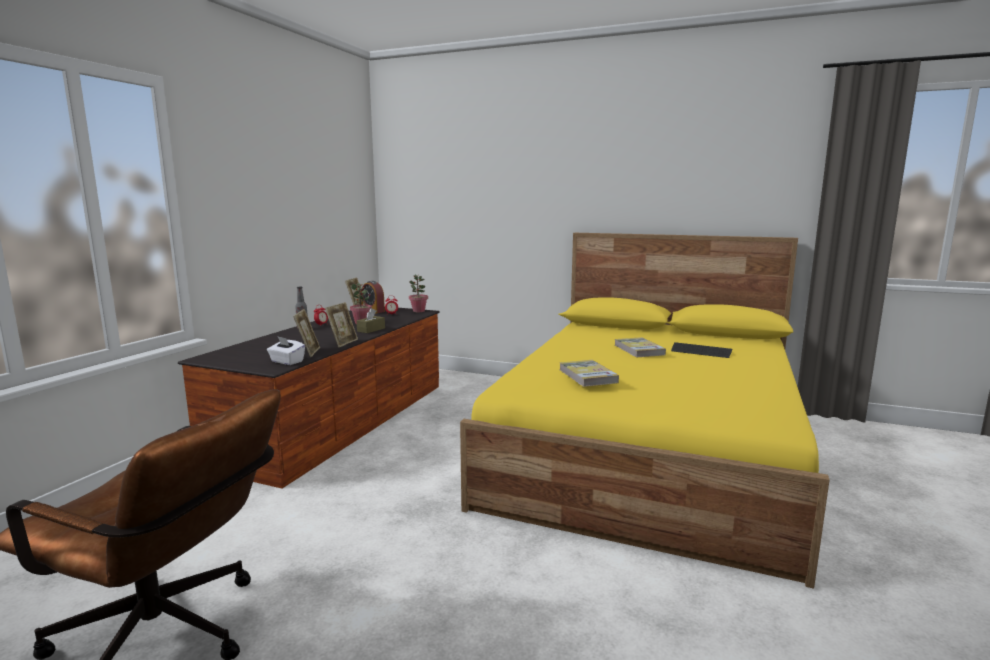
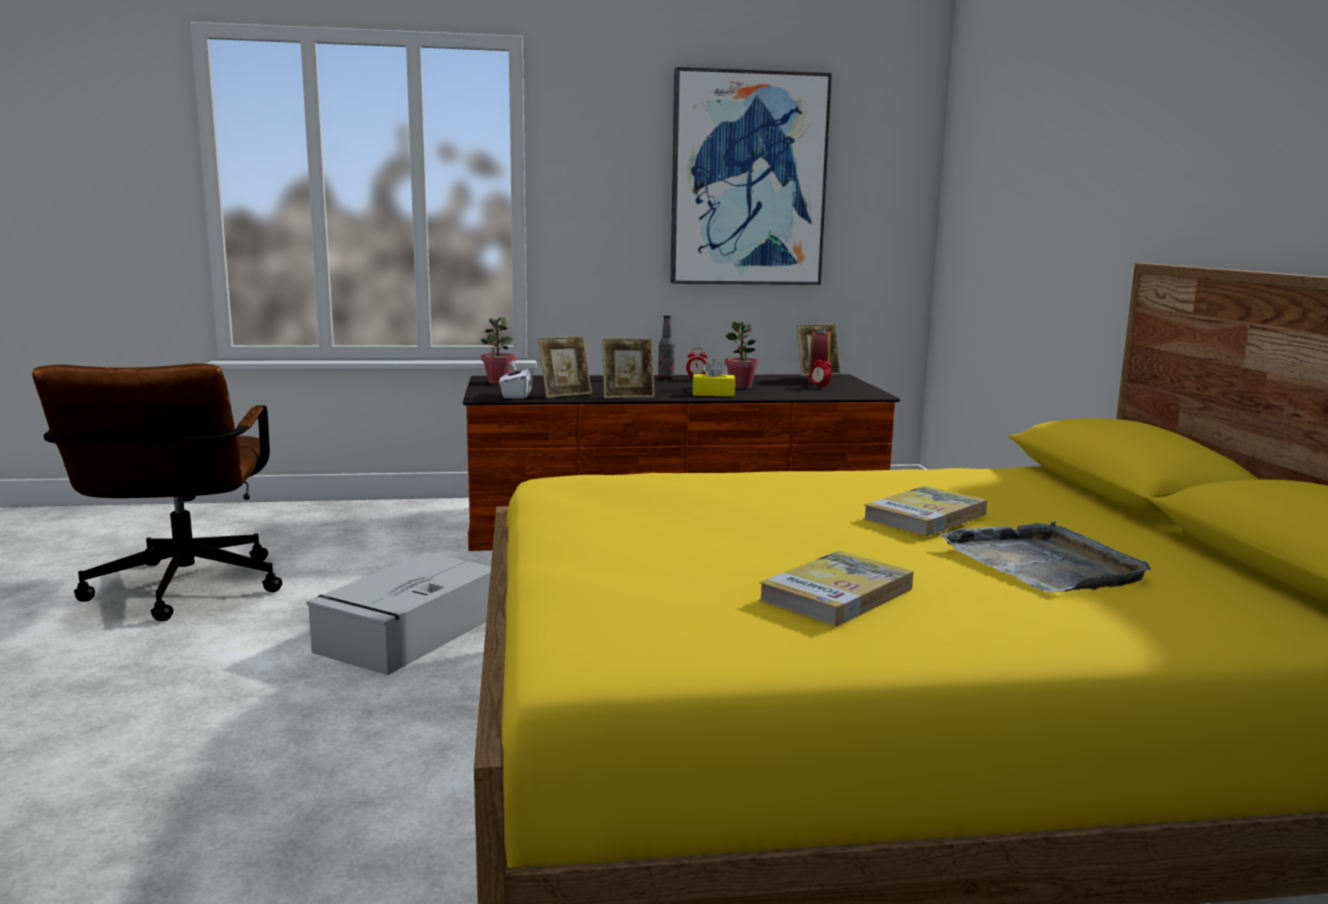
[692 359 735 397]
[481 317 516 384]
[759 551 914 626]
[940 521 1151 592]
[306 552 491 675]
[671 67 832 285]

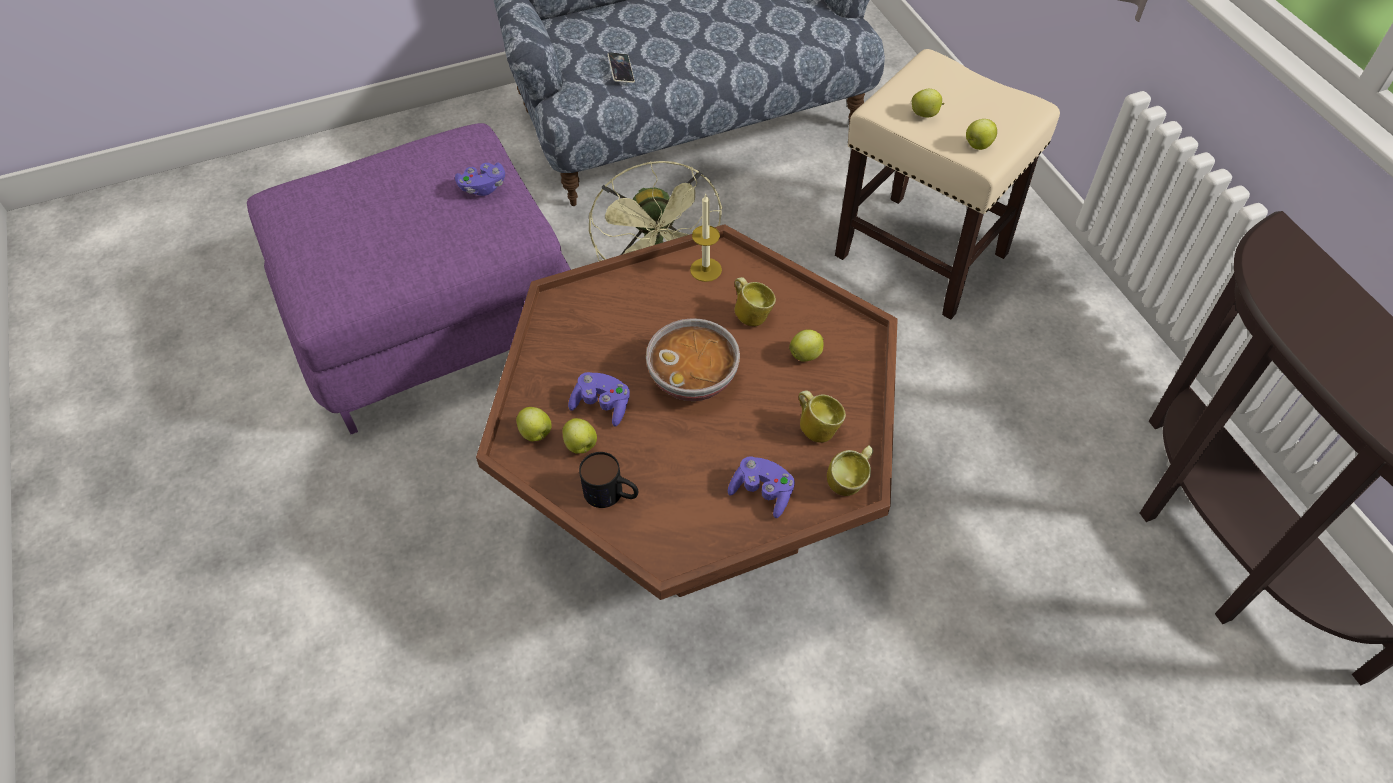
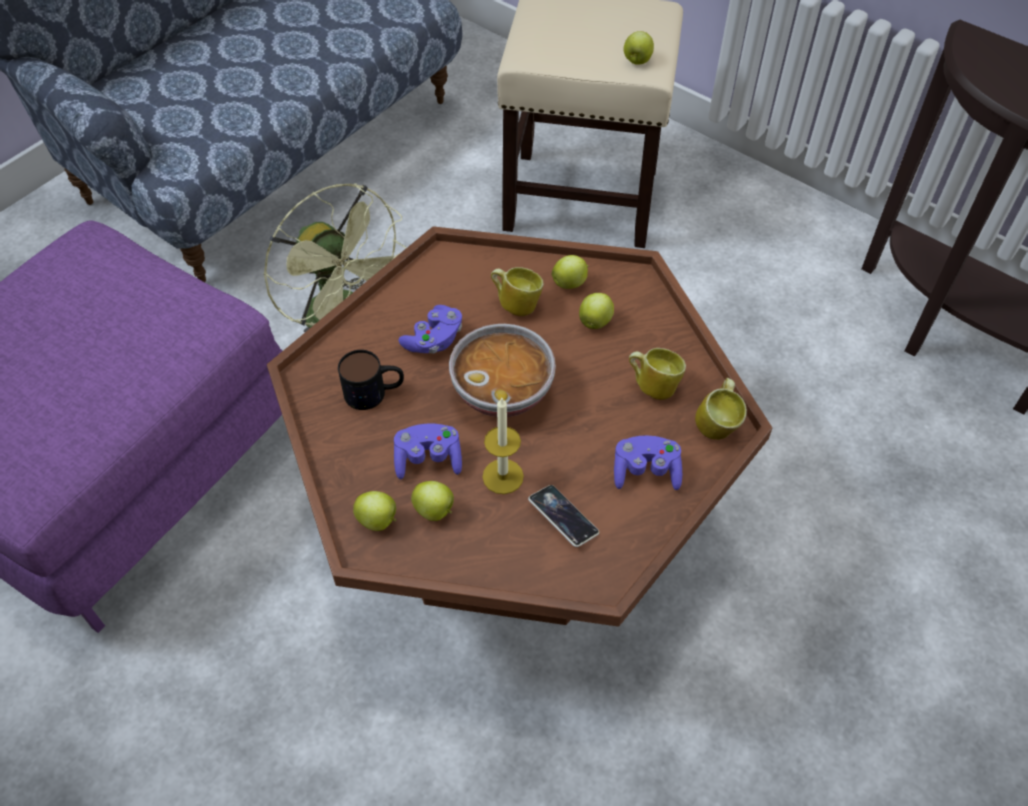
[398 305 462 354]
[338 350 404 410]
[528 485 599 547]
[482 398 524 494]
[552 255 588 289]

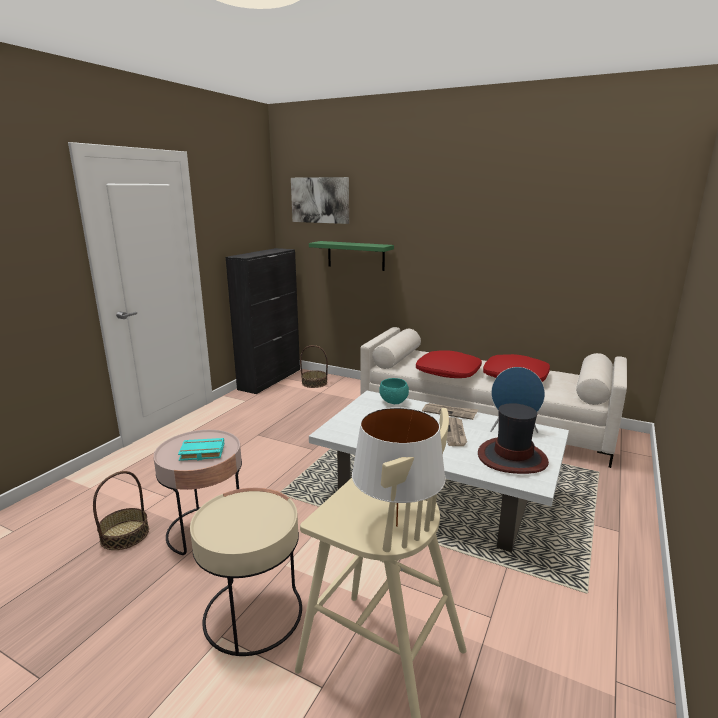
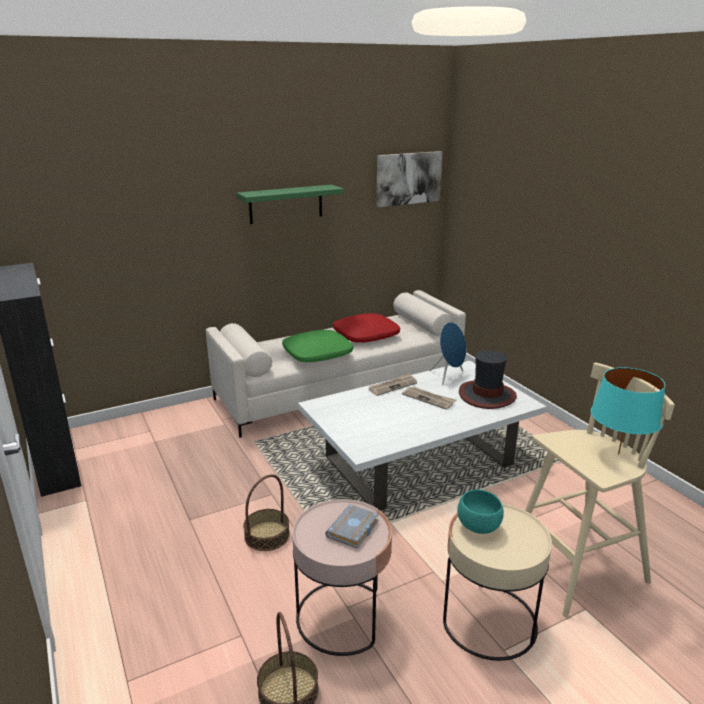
[325 504 379 549]
[376 151 442 207]
[243 474 290 551]
[236 185 344 224]
[591 367 665 455]
[457 489 504 534]
[282 330 353 362]

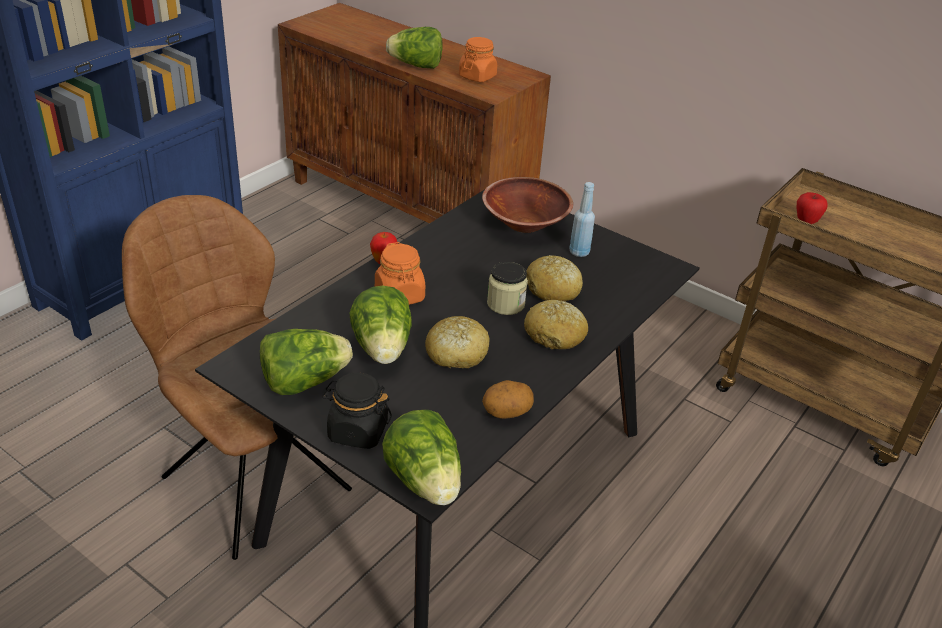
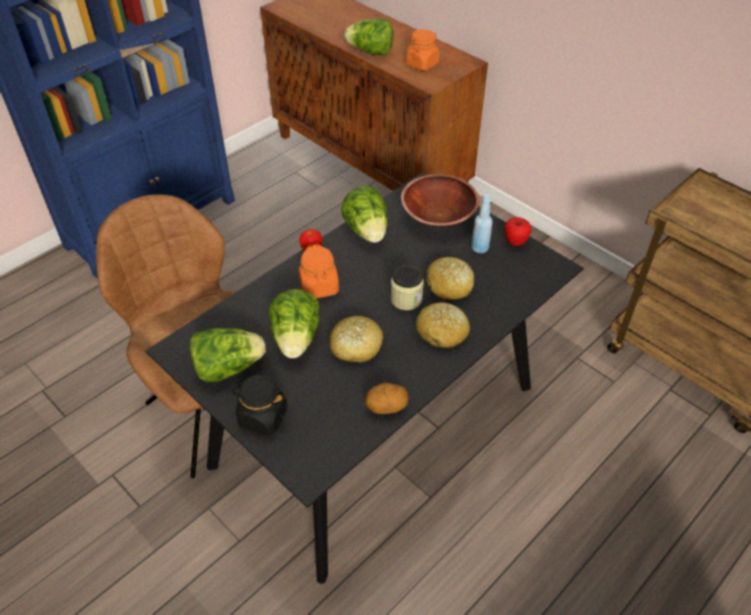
[341 186 388 243]
[504 217 532 246]

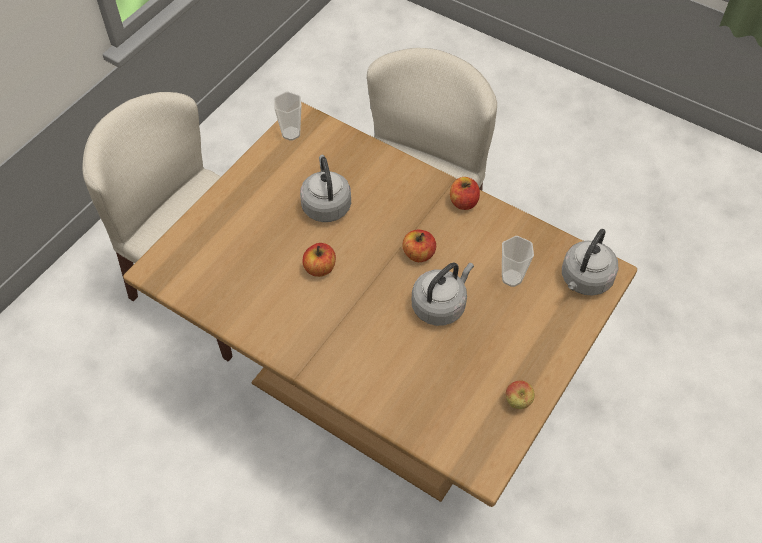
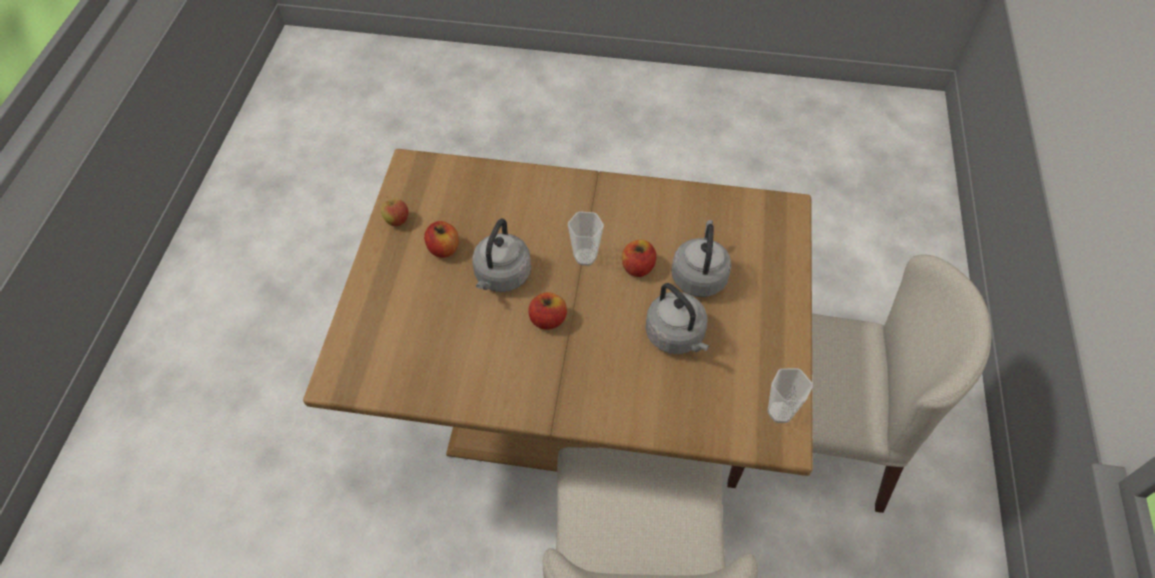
[424 221 459 258]
[568 211 604 266]
[671 220 732 297]

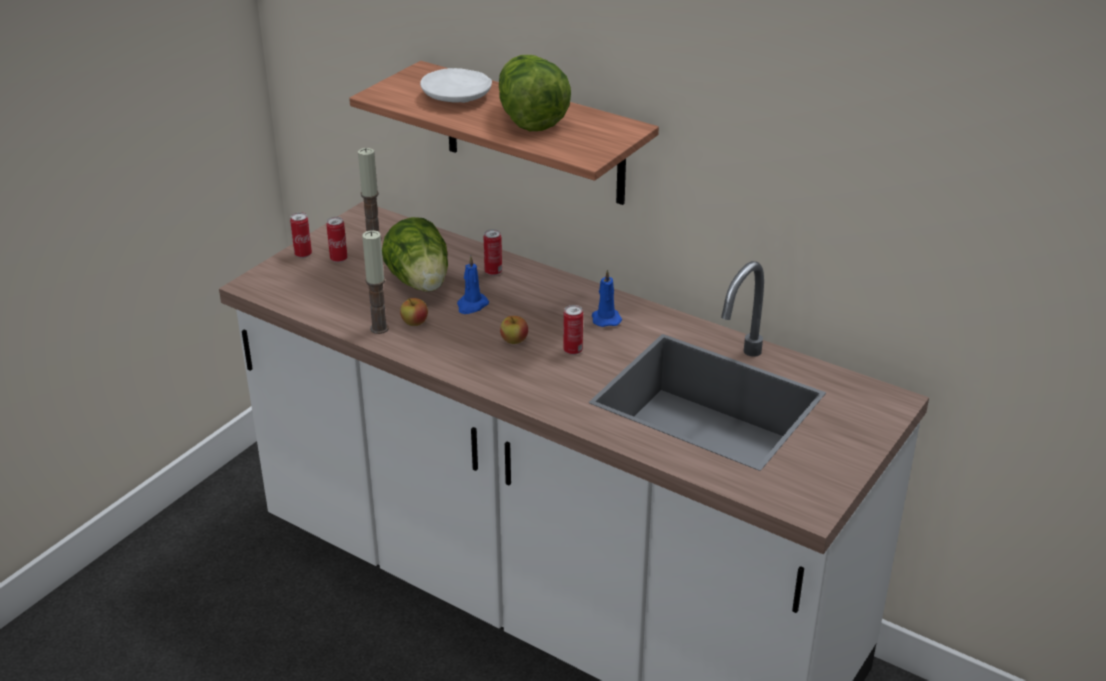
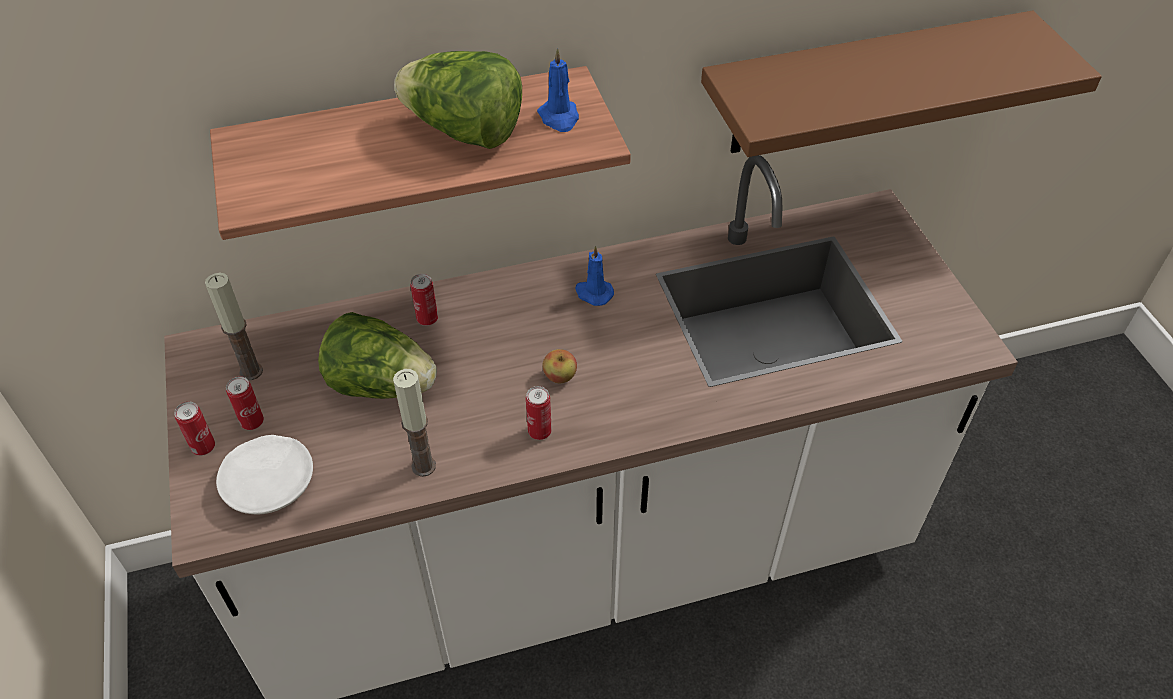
[400 298 428 326] (first image)
[216 435 313 514]
[537 48 579 132]
[526 386 552 440]
[701 11 1102 157]

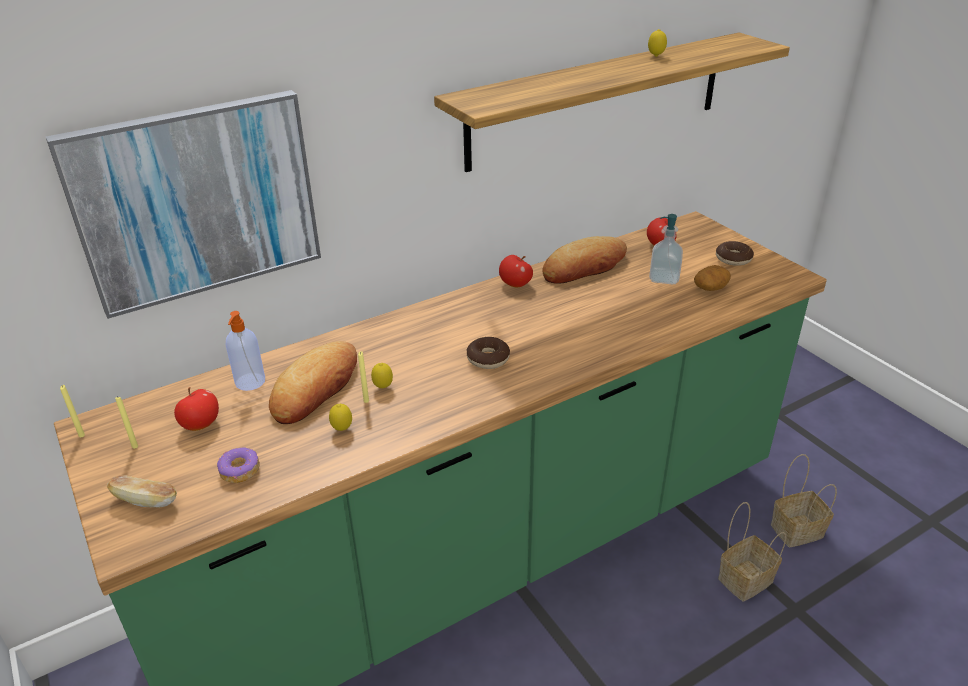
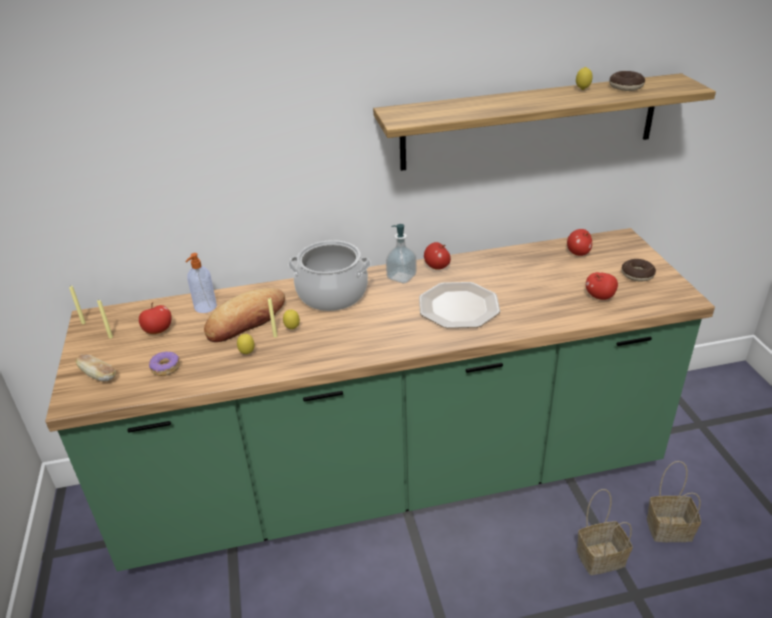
[46 90 321 319] (first image)
[609 71 645 91]
[542 236 627 284] (first image)
[386 224 417 284]
[586 272 618 300]
[288 240 371 311]
[419 282 500 328]

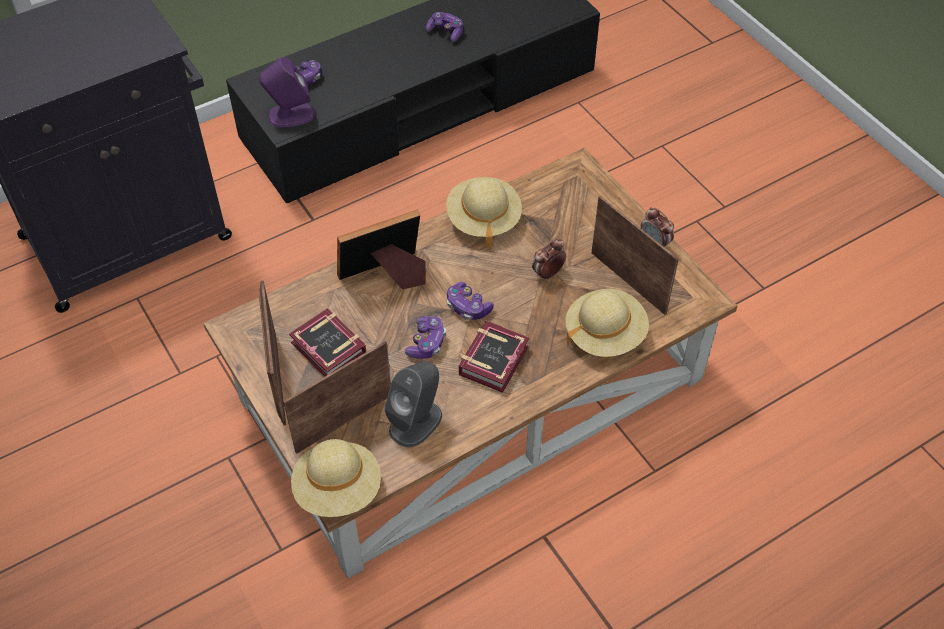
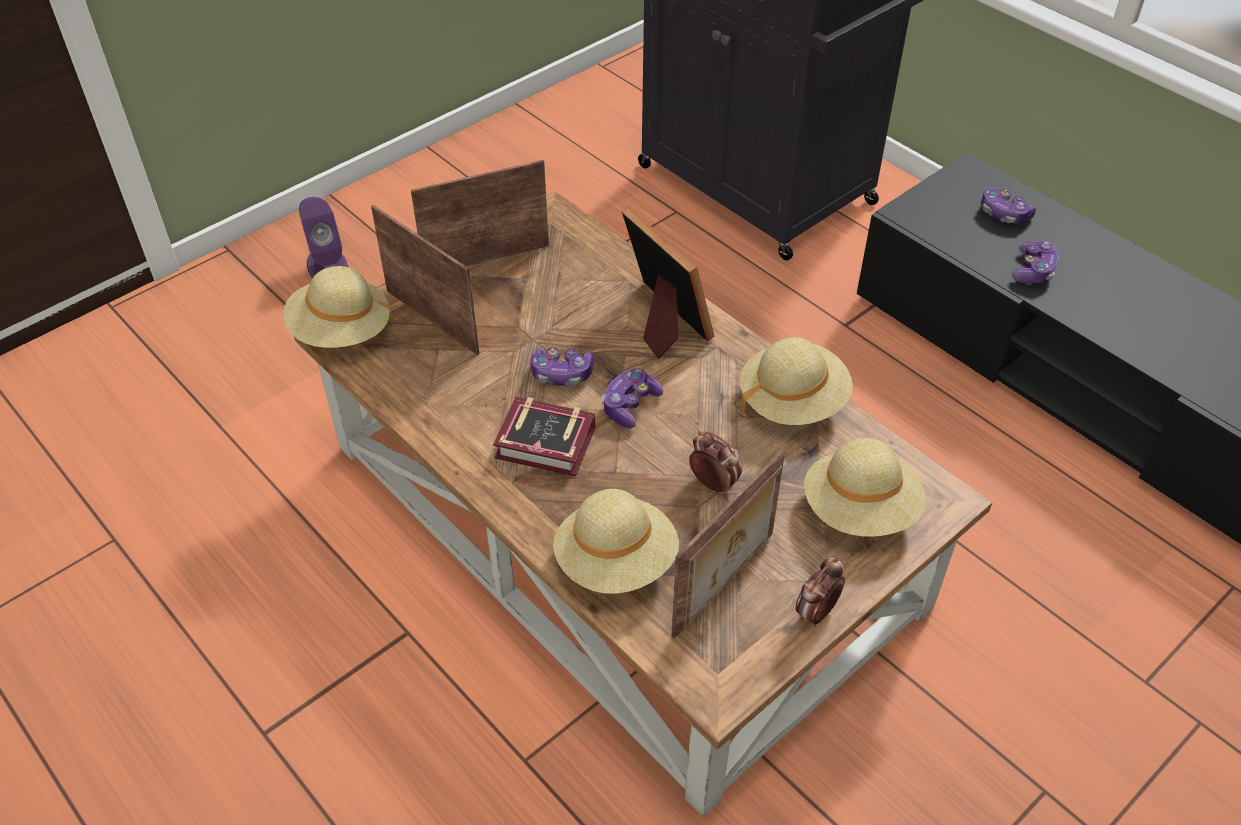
[299 197 348 279]
[289 308 366 377] (first image)
[384 361 442 447] (first image)
[1012 241 1059 283]
[804 438 926 537]

